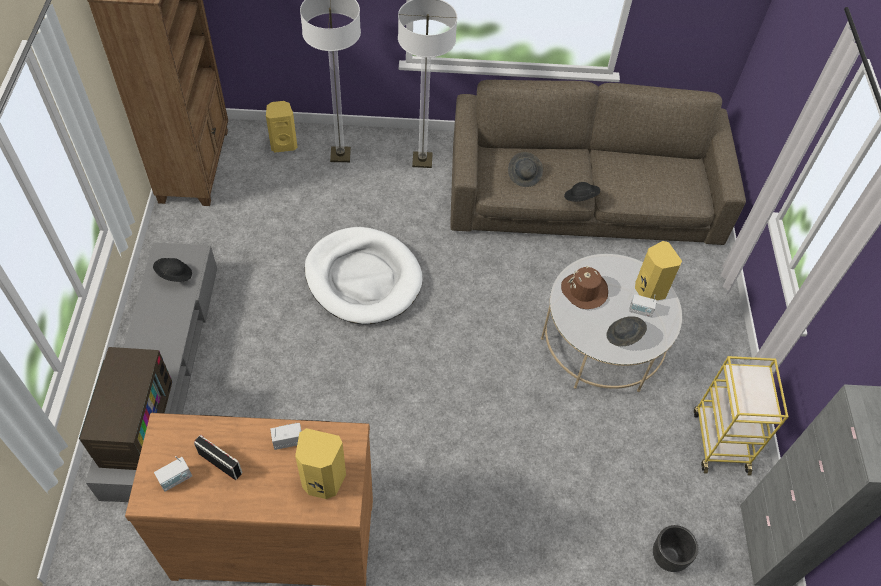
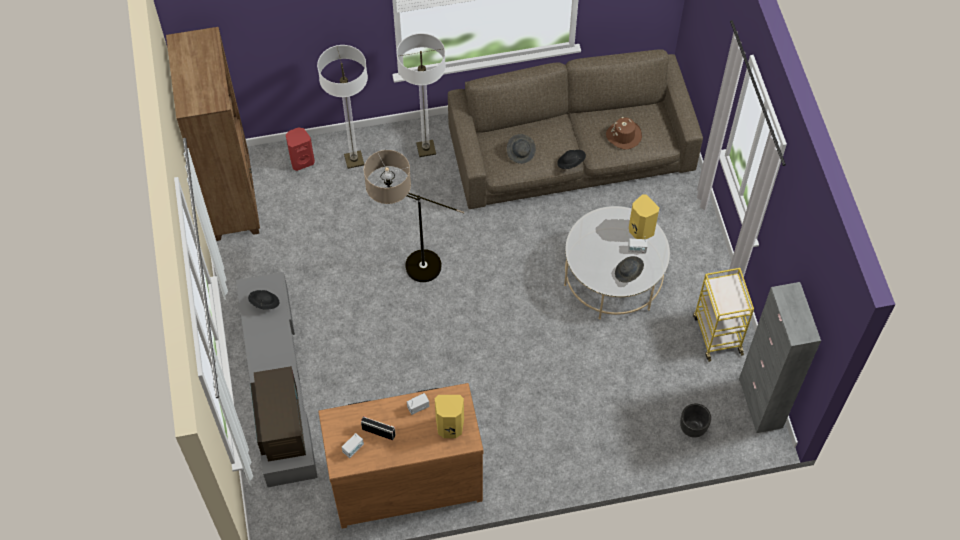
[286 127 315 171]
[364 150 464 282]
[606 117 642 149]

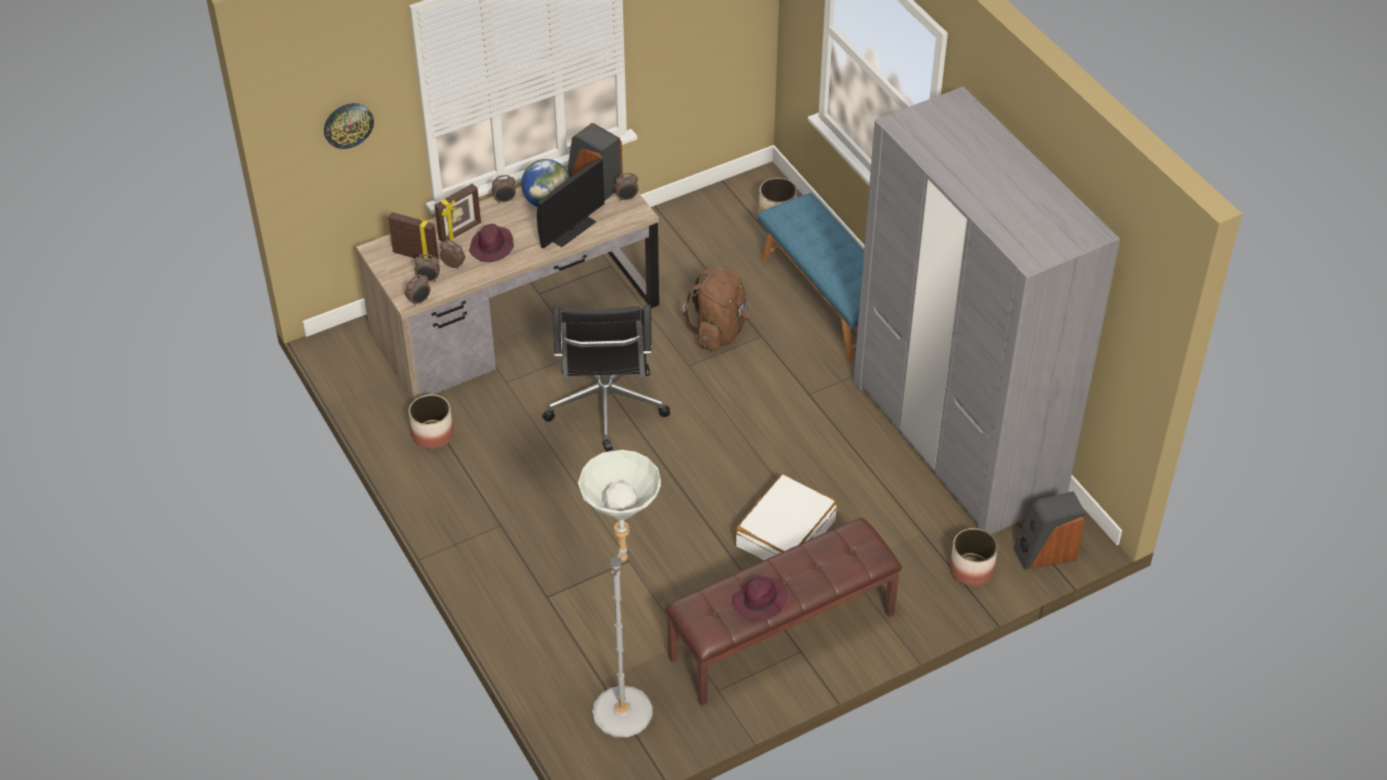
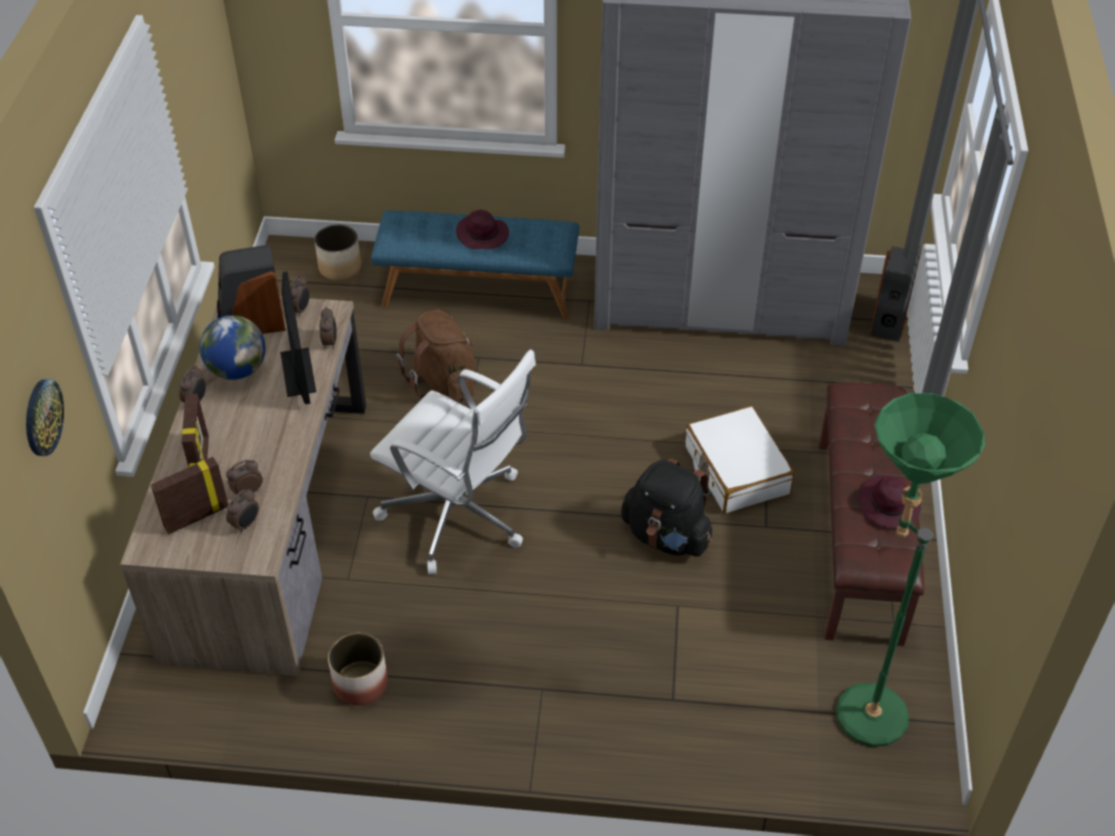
[320 307 337 349]
[456 210 509 249]
[370 349 536 574]
[836 393 985 747]
[950 528 998 586] (first image)
[621 458 712 557]

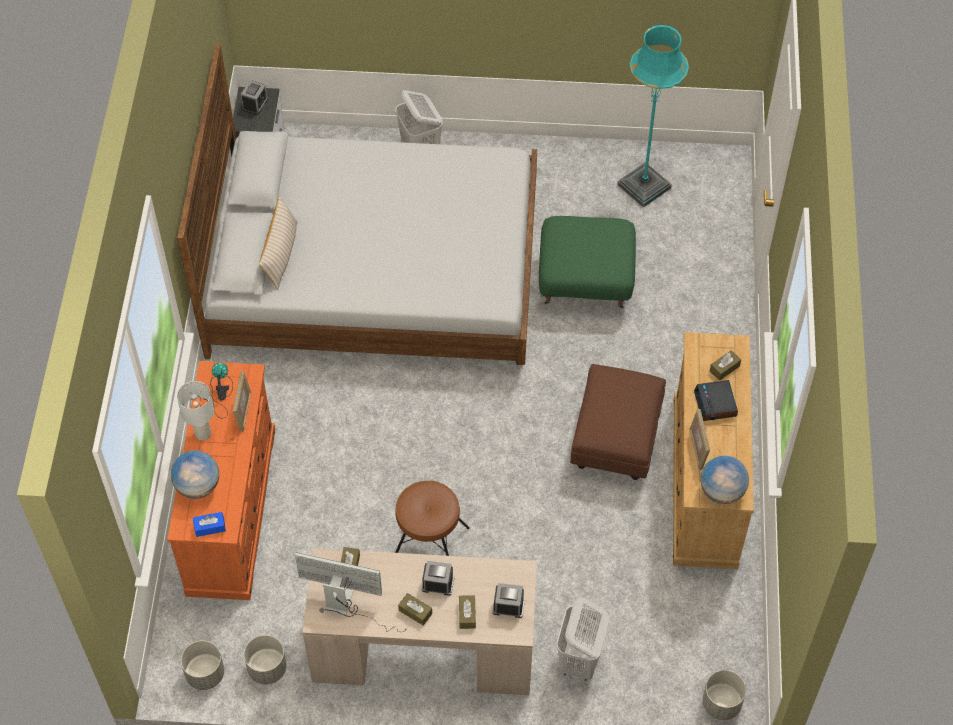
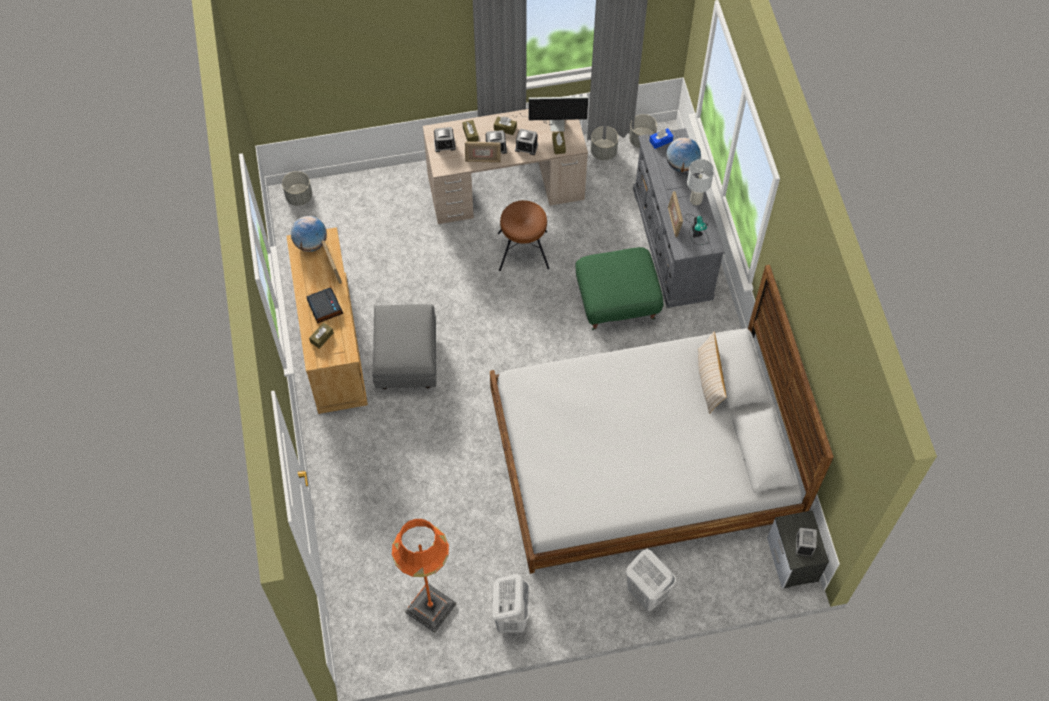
[633 128 725 308]
[576 247 664 330]
[493 574 529 633]
[372 304 436 389]
[392 519 456 633]
[465 141 501 163]
[515 129 538 155]

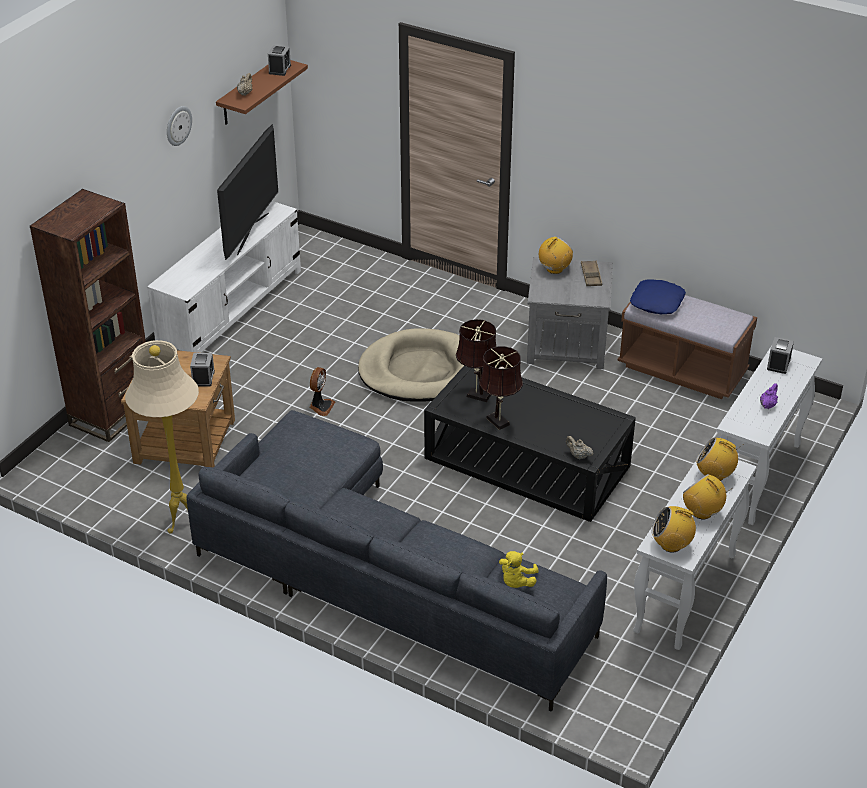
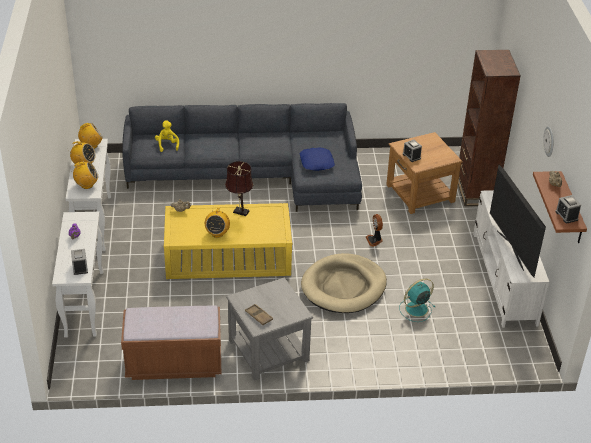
[125 340 199 533] (first image)
[163 203 293 279]
[456 319 496 402] (first image)
[205 207 230 238]
[300 148 335 171]
[399 278 435 322]

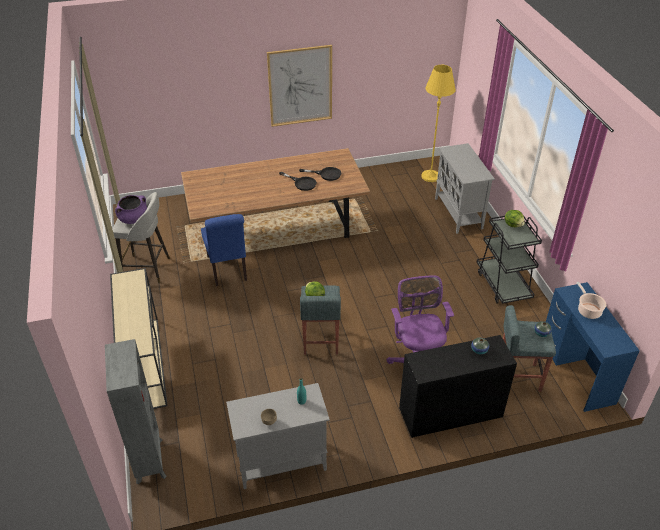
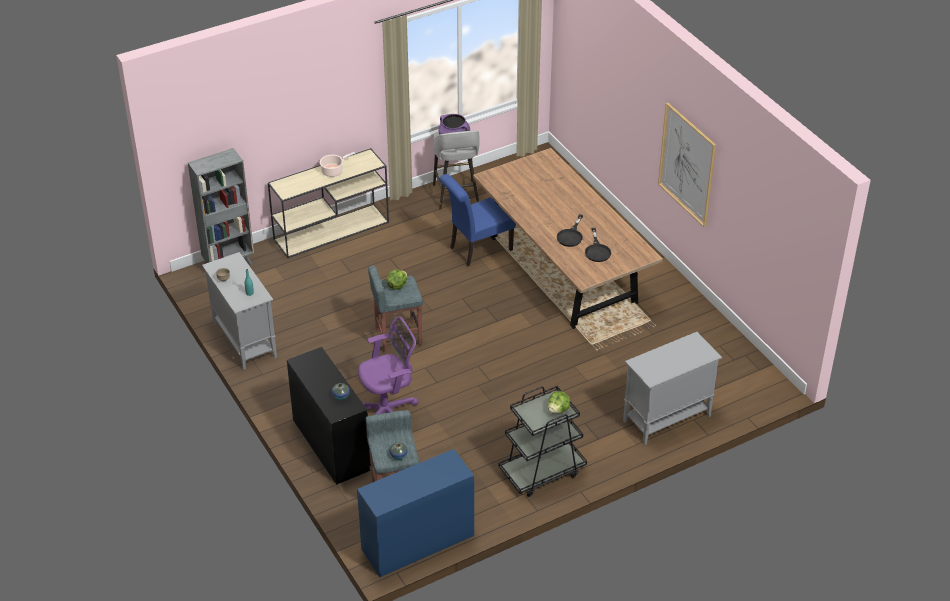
[421 65 456 182] (first image)
[320 152 355 177]

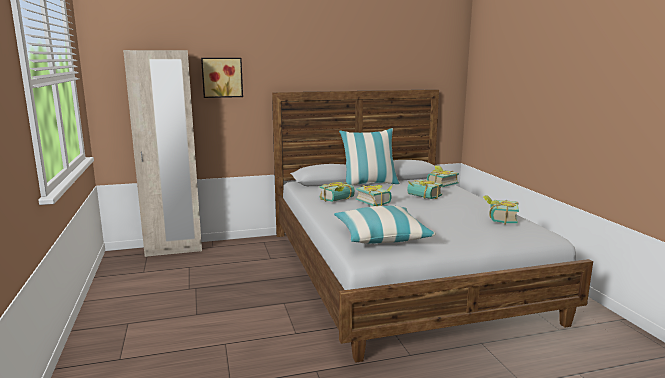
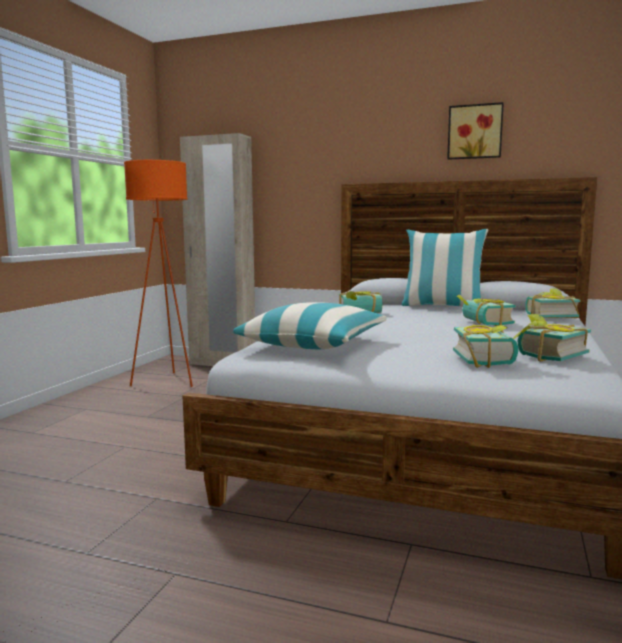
[447 102 504 160]
[453 324 531 368]
[124 160 193 387]

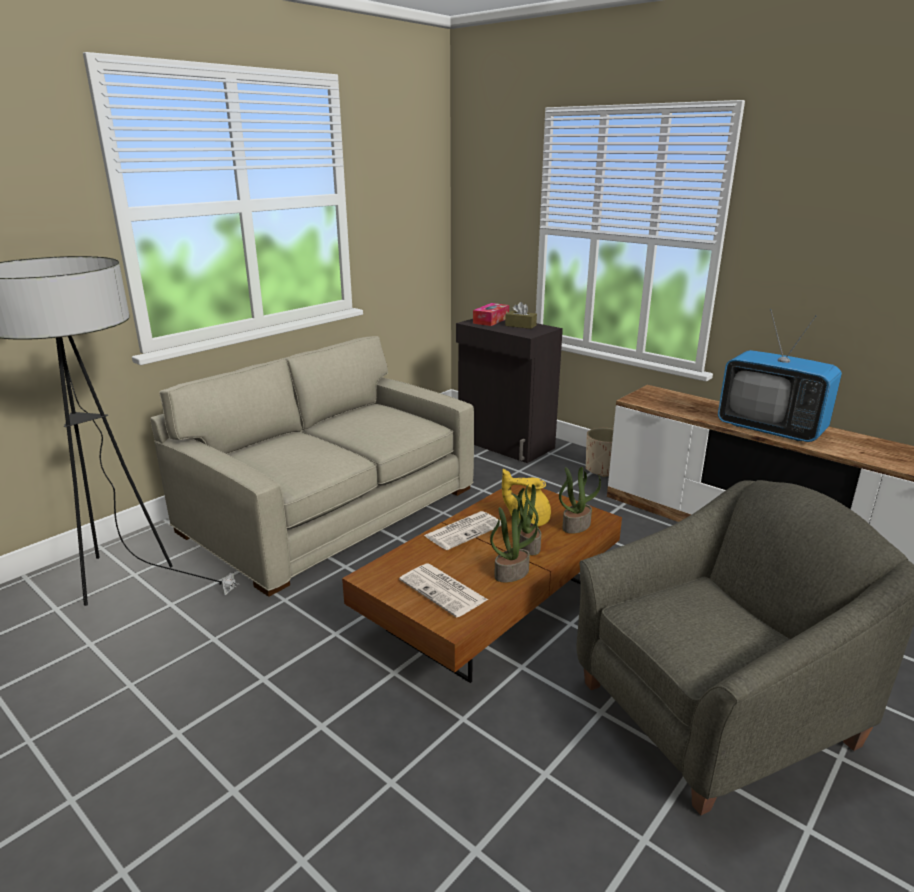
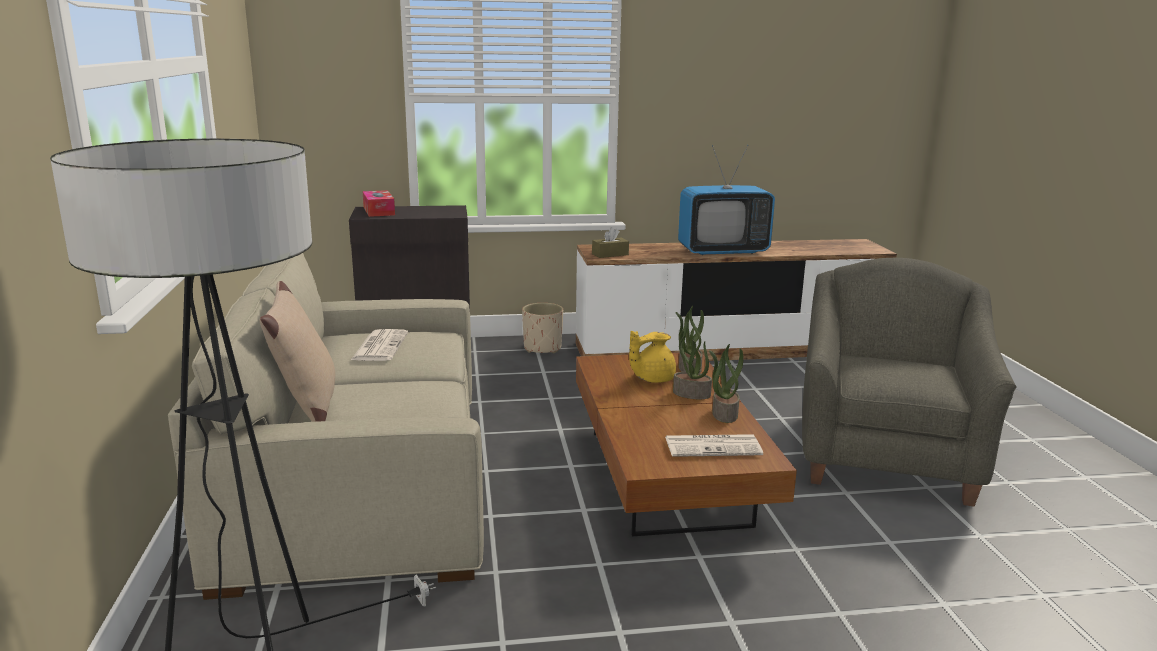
[351 329 408 361]
[592 227 629 258]
[259 281 335 422]

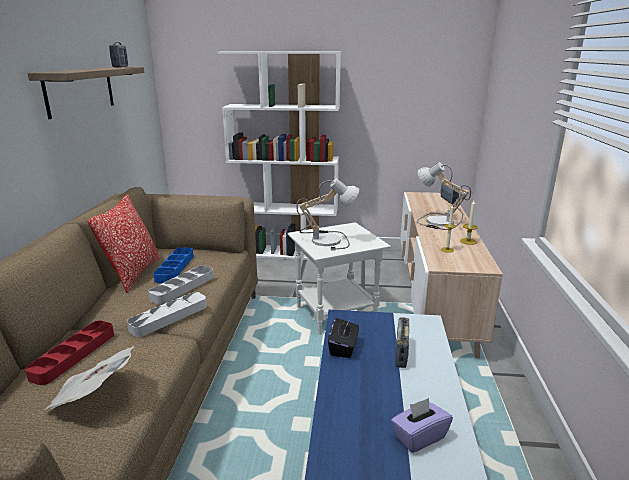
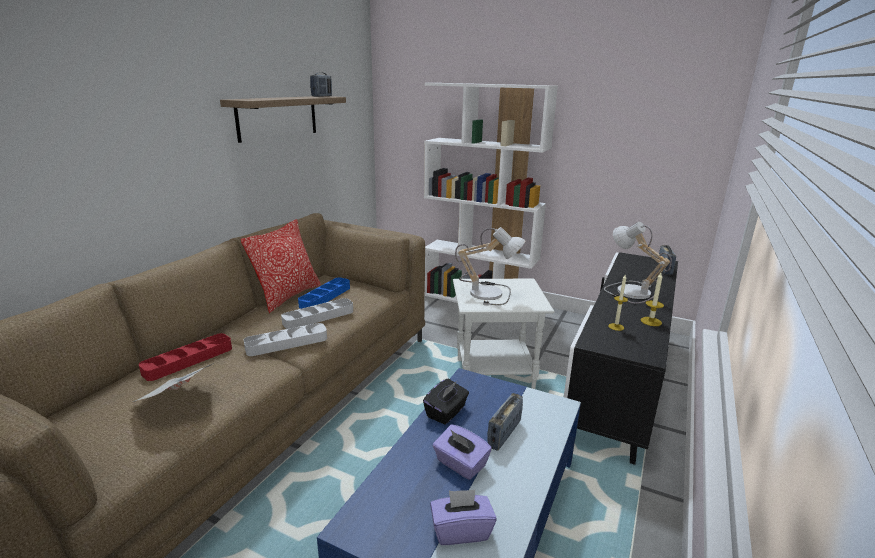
[564 252 678 465]
[433 424 492 480]

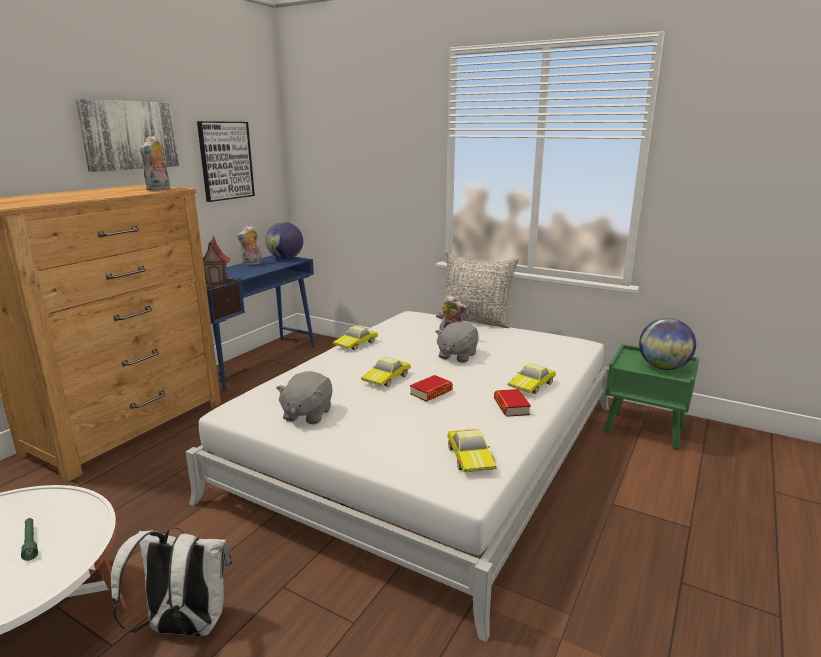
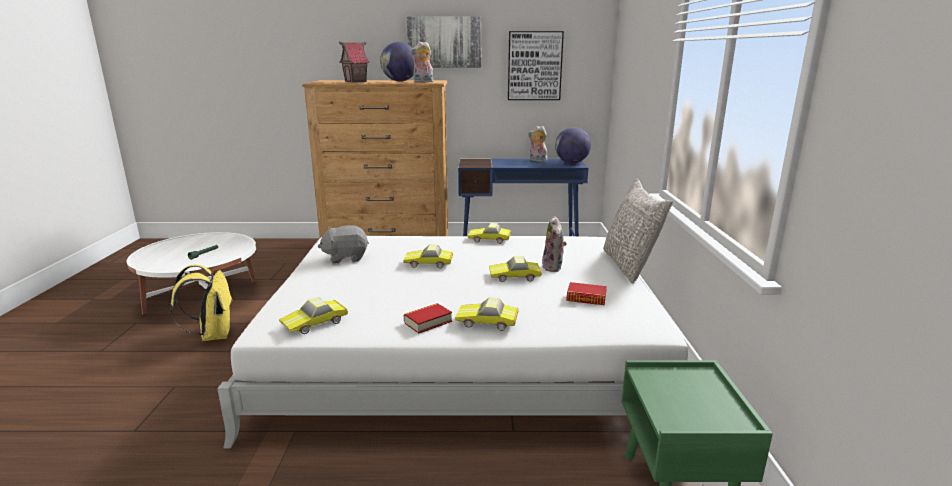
[170 265 232 341]
[339 41 369 82]
[566 282 607 305]
[489 256 541 282]
[380 42 414 81]

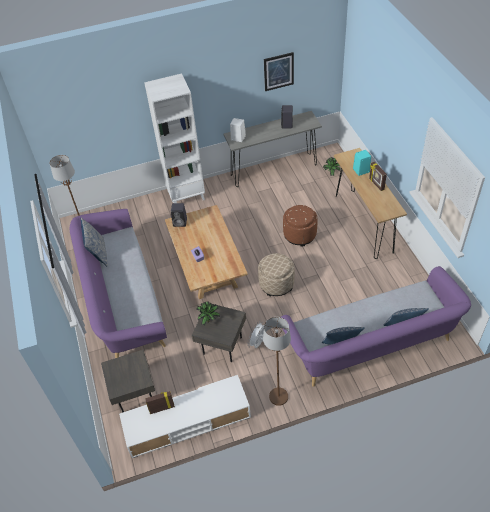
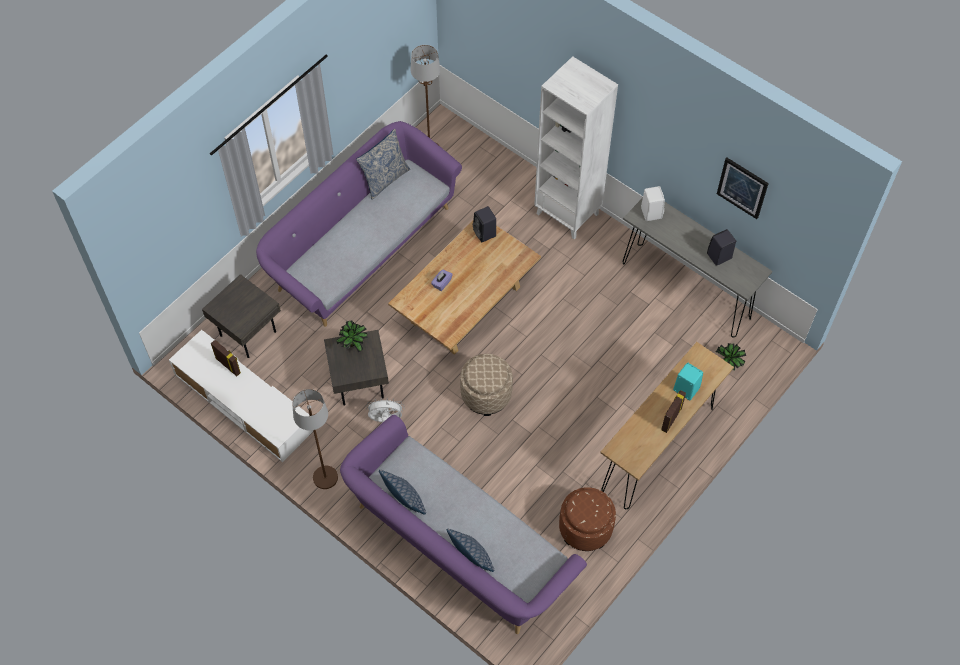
[559 487 616 551]

